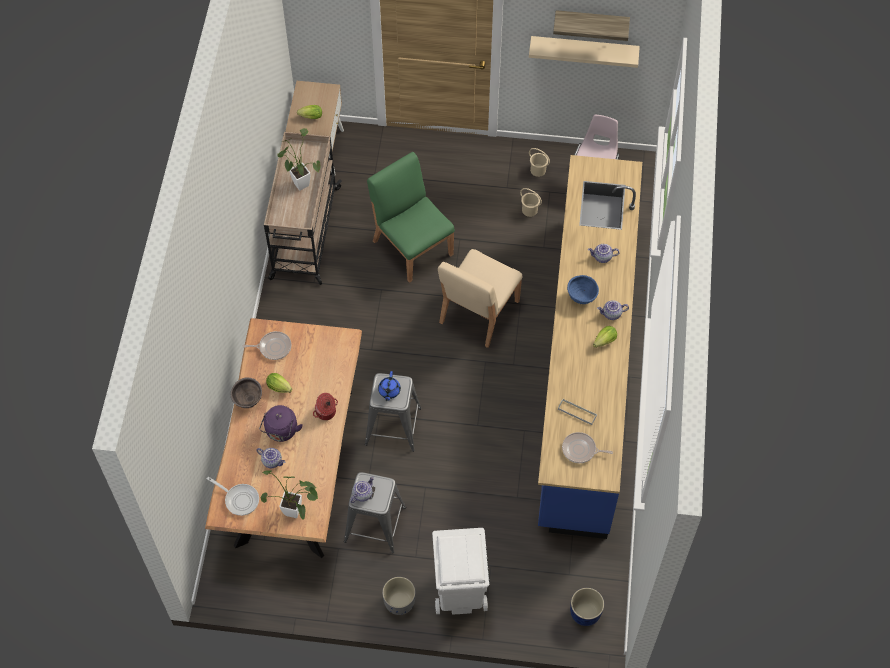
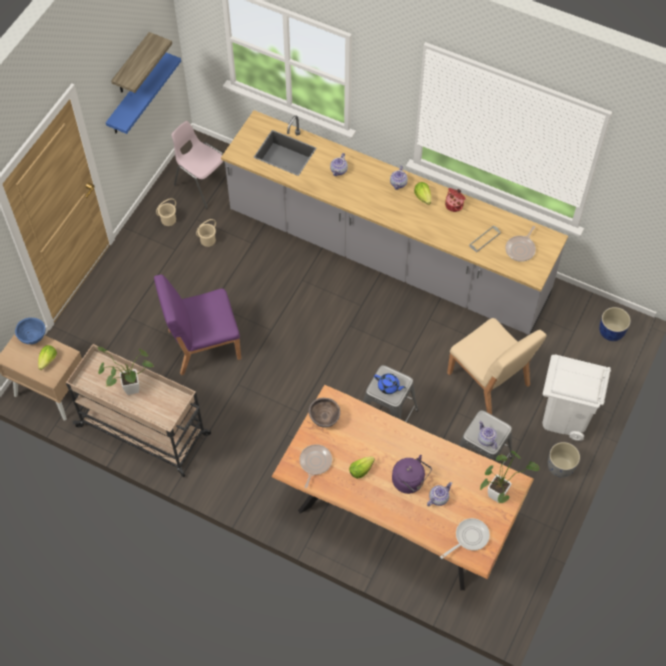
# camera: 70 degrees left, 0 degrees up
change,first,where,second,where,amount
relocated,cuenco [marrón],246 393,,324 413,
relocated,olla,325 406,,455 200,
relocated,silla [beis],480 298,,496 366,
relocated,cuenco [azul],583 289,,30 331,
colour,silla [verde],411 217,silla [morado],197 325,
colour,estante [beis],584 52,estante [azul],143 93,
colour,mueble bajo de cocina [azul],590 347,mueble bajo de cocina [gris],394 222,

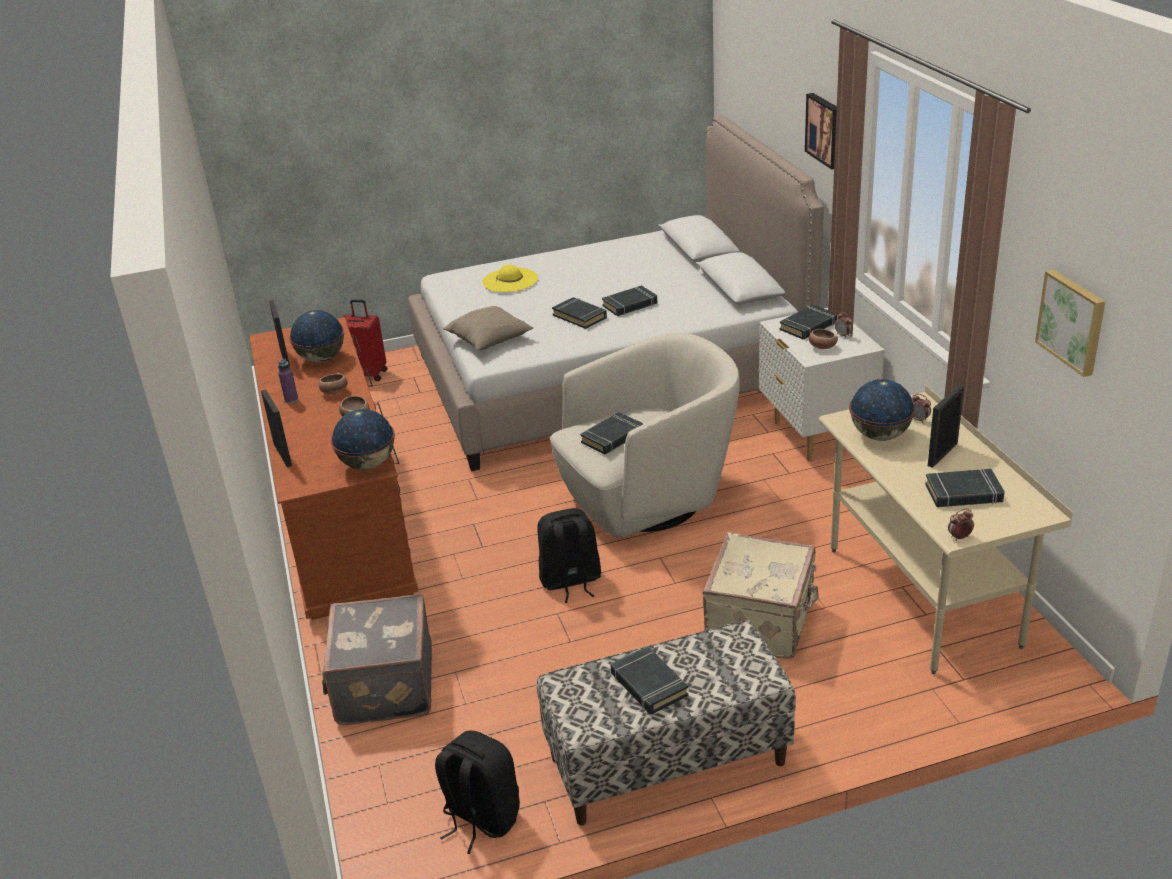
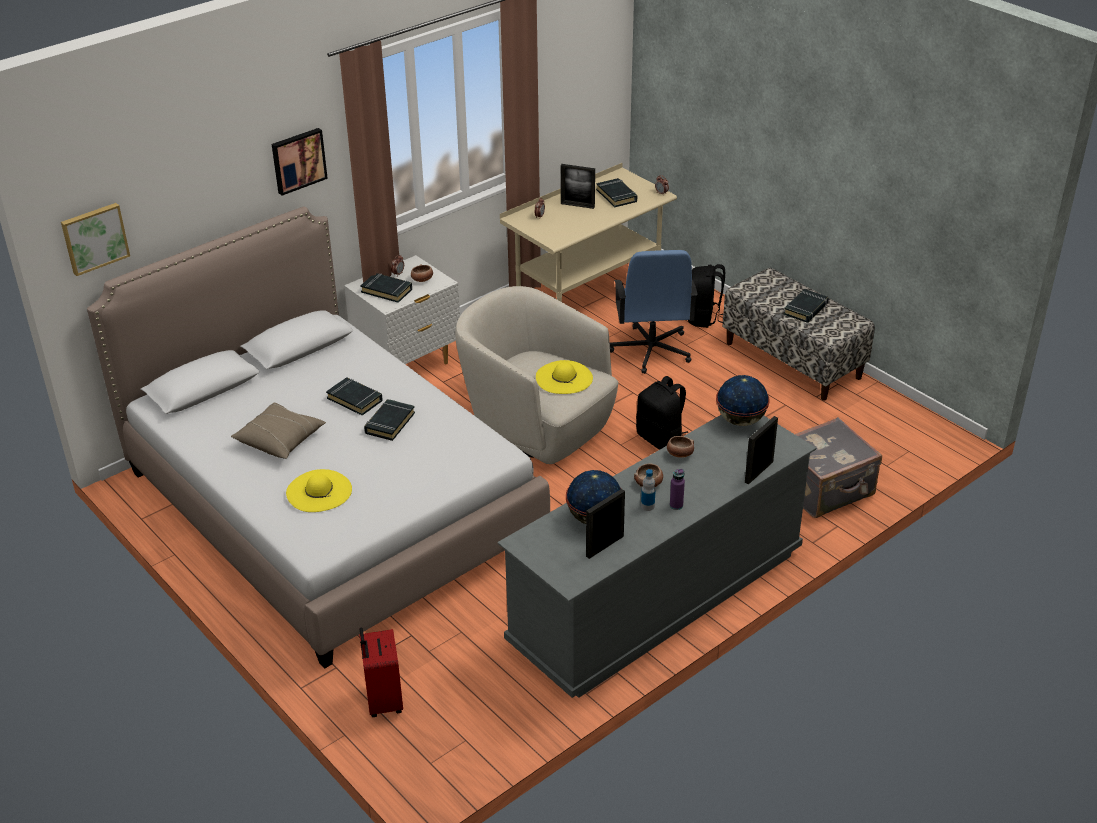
# camera: 115 degrees left, 5 degrees up
change,first,where,second,where,amount
missing,globo terráqueo,882 410,,,
appeared,,,botella,648 490,
relocated,mochila [negro],477 792,,706 296,
relocated,cojín [beis],488 328,,278 431,
relocated,cuadro,1070 323,,95 239,
exchanged,libro [negro],611 433,sombrero [amarillo],564 377,
exchanged,maleta [beis],761 595,silla de oficina [azul],654 312,
colour,cómoda [marrón],333 468,cómoda [gris],657 556,

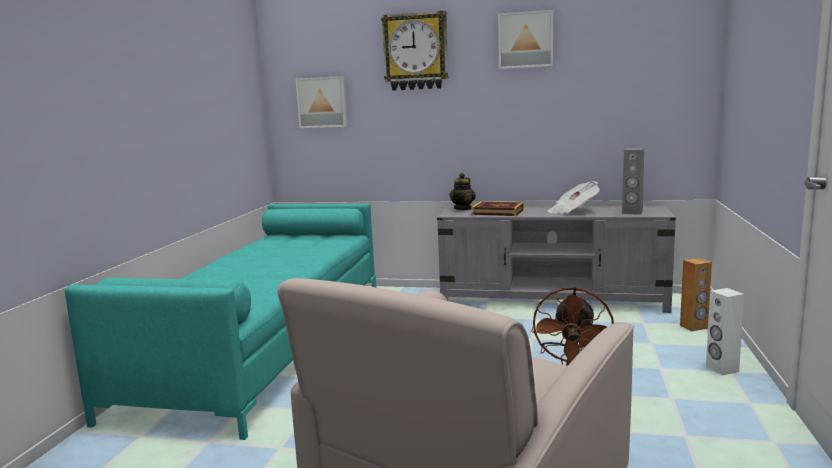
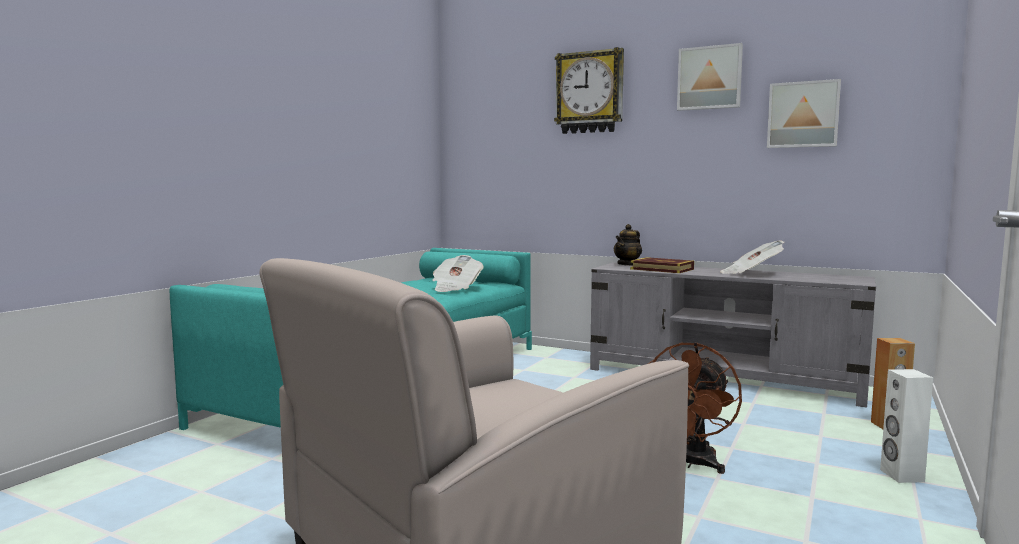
# camera: 15 degrees right, 5 degrees down
change,first,where,second,where,amount
missing,altavoz [gris],633 181,,,
appeared,,,periódico,458 273,
relocated,cuadro,321 102,,804 113,

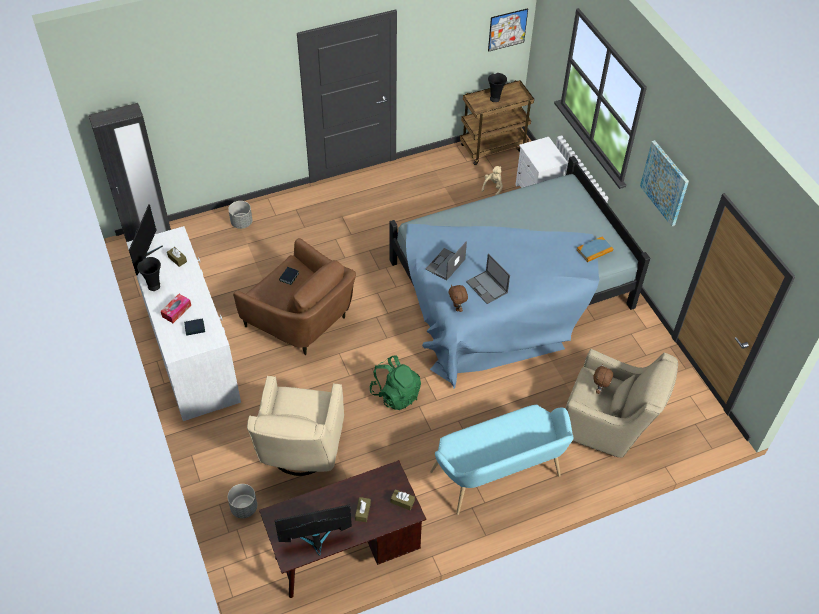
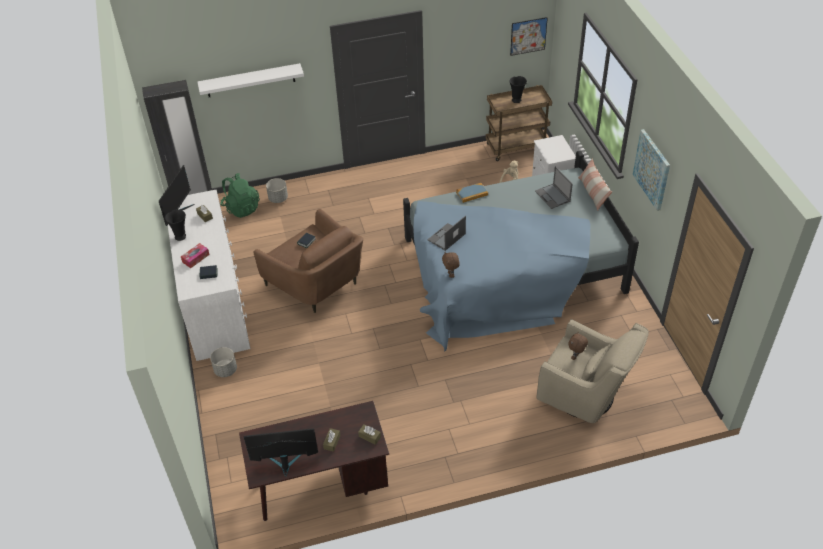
# camera: 10 degrees right, 5 degrees down
change,first,where,second,where,amount
missing,sillón [beis],295 426,,,
missing,banco [turquesa],502 459,,,
appeared,,,estante [blanco],250 80,
appeared,,,cojín,595 185,
relocated,maceta [gris],242 501,,223 362,
relocated,mochila [verde],395 382,,240 195,
relocated,portátil,488 278,,554 187,
relocated,libro,595 249,,472 193,

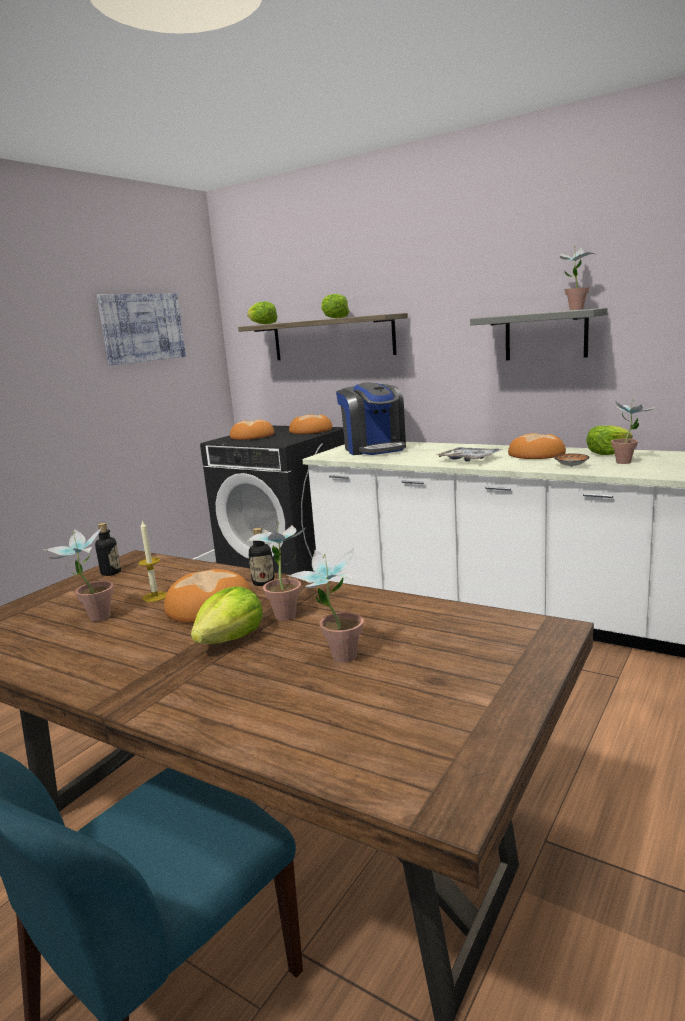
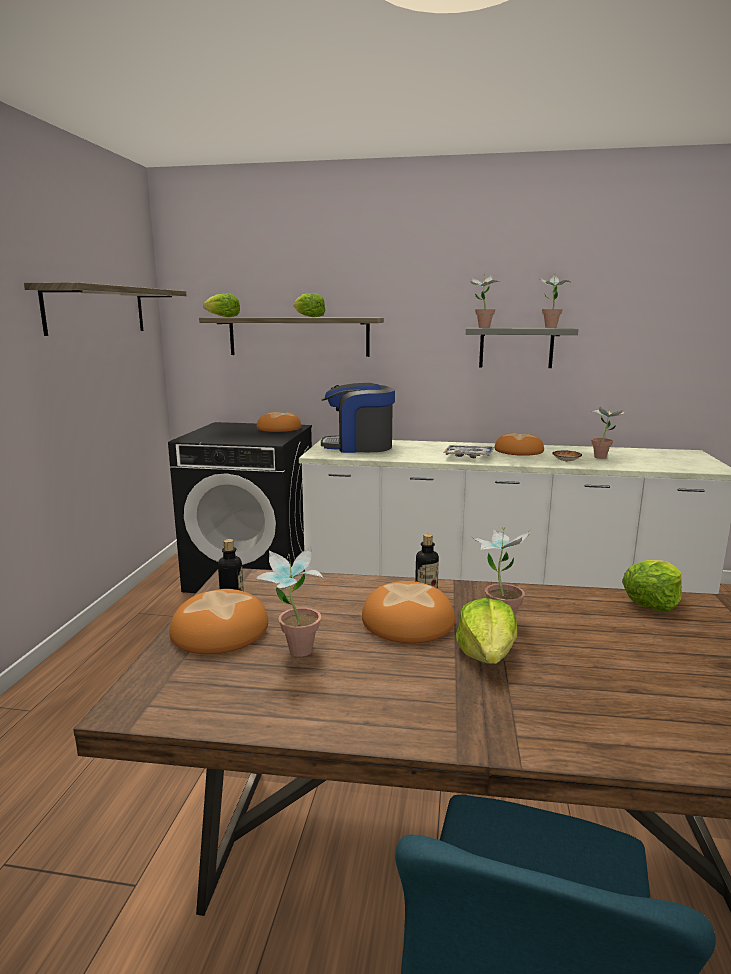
# camera: 25 degrees left, 0 degrees up
change,first,where,second,where,amount
missing,vela,152 561,,,
relocated,pan,252 430,,218 621,
relocated,planta en maceta,325 605,,486 301,
relocated,lechuga,609 440,,652 586,
exchanged,cuadro,141 329,estante,105 309,
spun,cafetera,371 418,,358 418,135 degrees clockwise

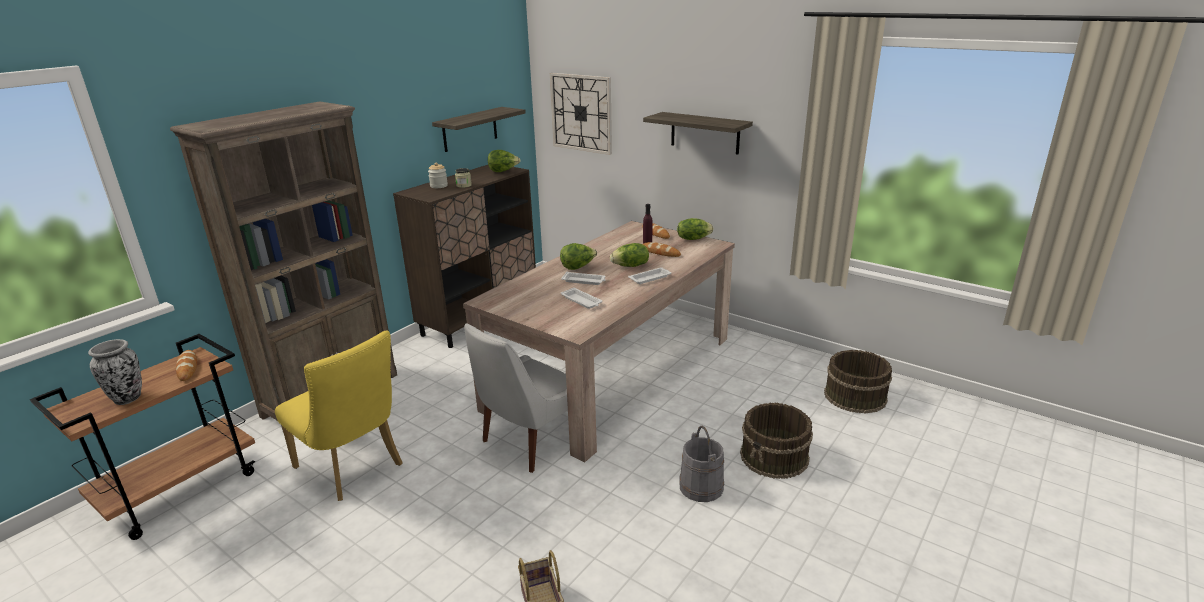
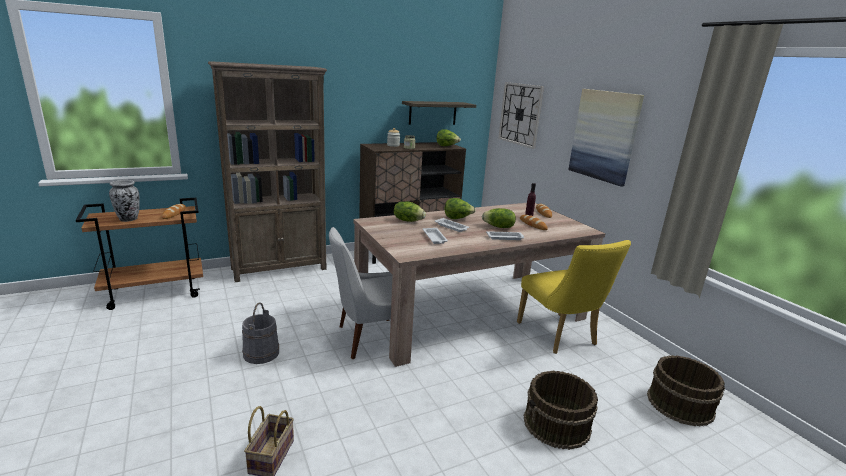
# camera: 25 degrees right, 5 degrees down
change,first,where,second,where,amount
relocated,silla [amarillo],339 416,,574 297,
relocated,lechuga,695 229,,410 211,
relocated,cubo [gris],701 464,,260 333,
exchanged,estante,698 133,cuadro,606 138,

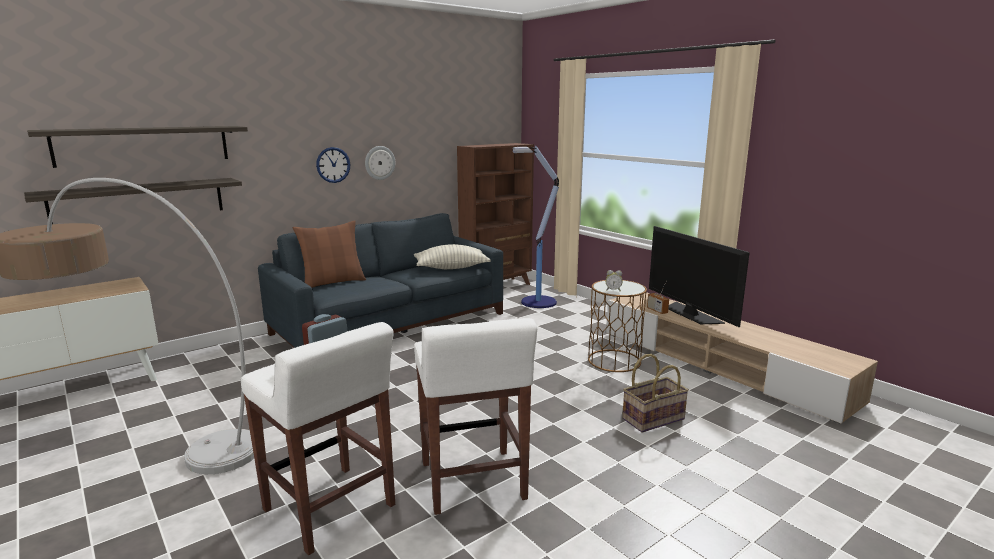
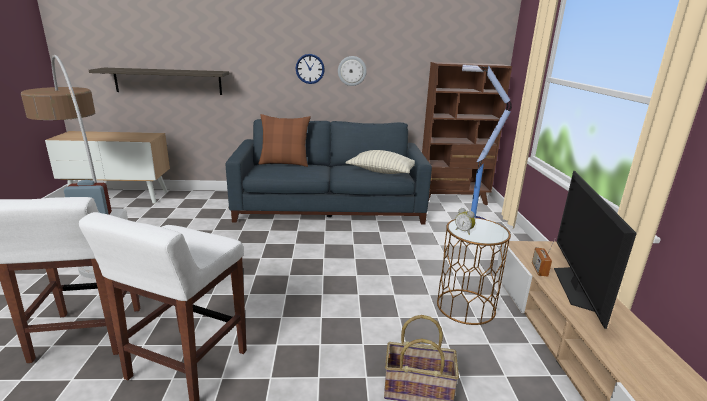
# camera: 35 degrees right, 5 degrees up
change,first,where,second,where,amount
missing,estante,137 147,,,

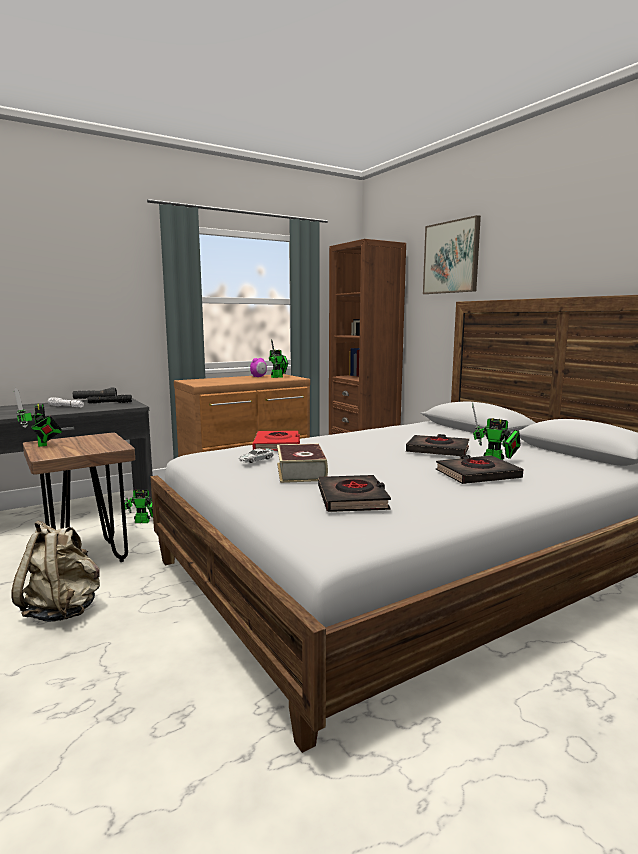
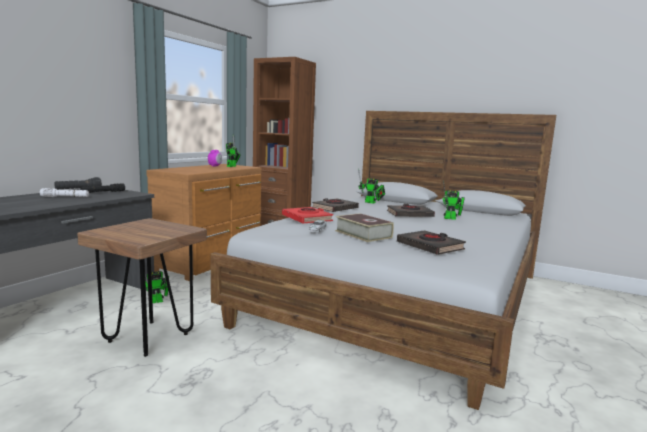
# camera: 30 degrees left, 0 degrees up
change,first,where,second,where,amount
missing,mochila [beis],55 571,,,
missing,cuadro,452 254,,,
relocated,robot de juguete,38 417,,371 186,
relocated,libro [negro],479 469,,335 205,

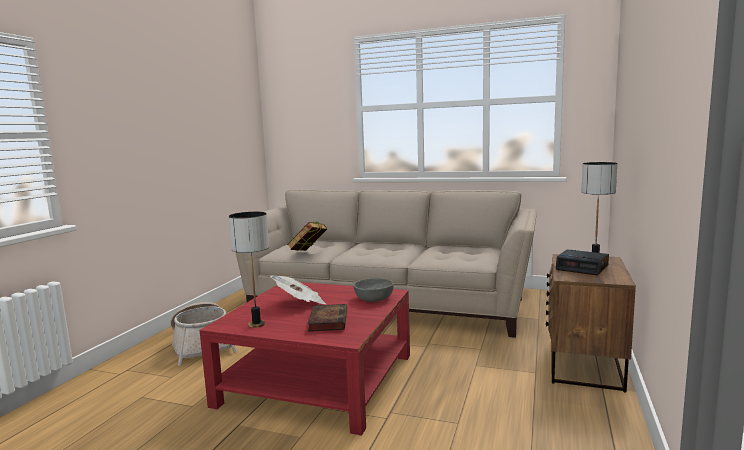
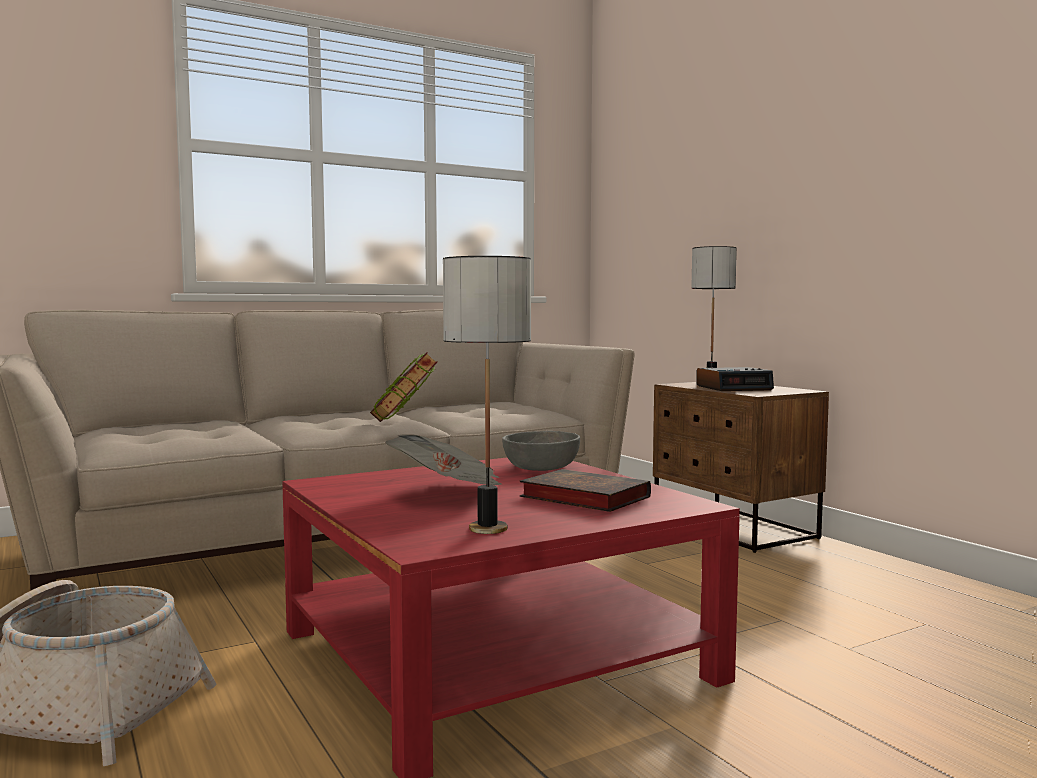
# camera: 50 degrees left, 5 degrees down
change,first,where,second,where,amount
relocated,libro,307 236,,403 387,

